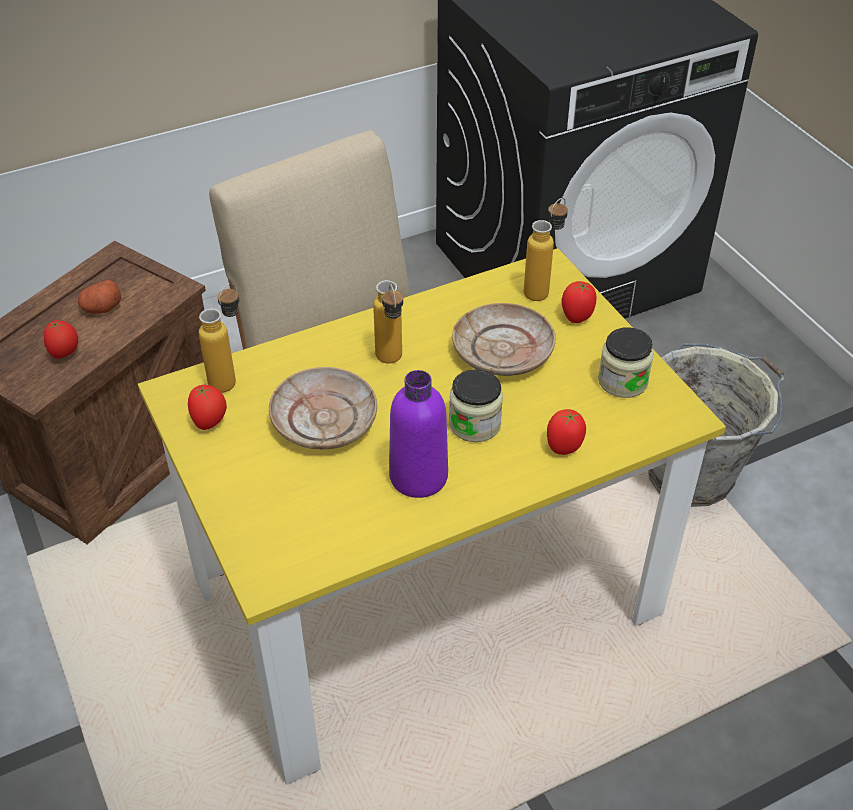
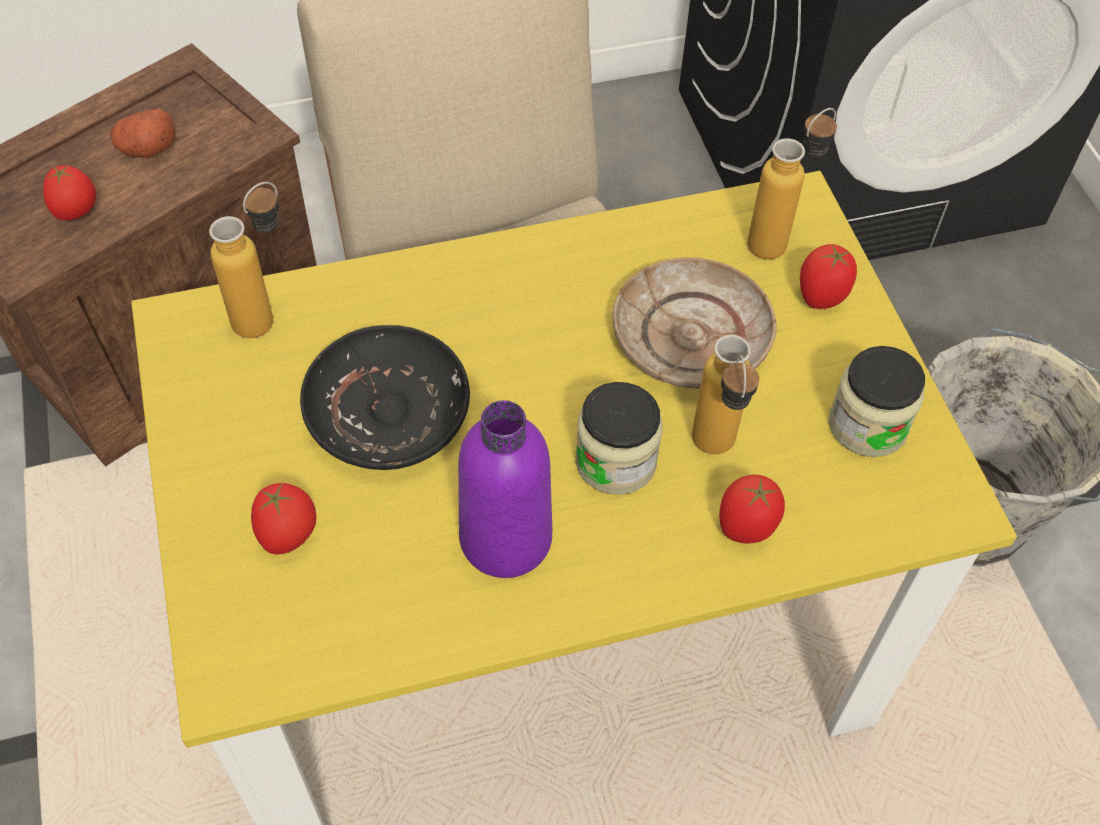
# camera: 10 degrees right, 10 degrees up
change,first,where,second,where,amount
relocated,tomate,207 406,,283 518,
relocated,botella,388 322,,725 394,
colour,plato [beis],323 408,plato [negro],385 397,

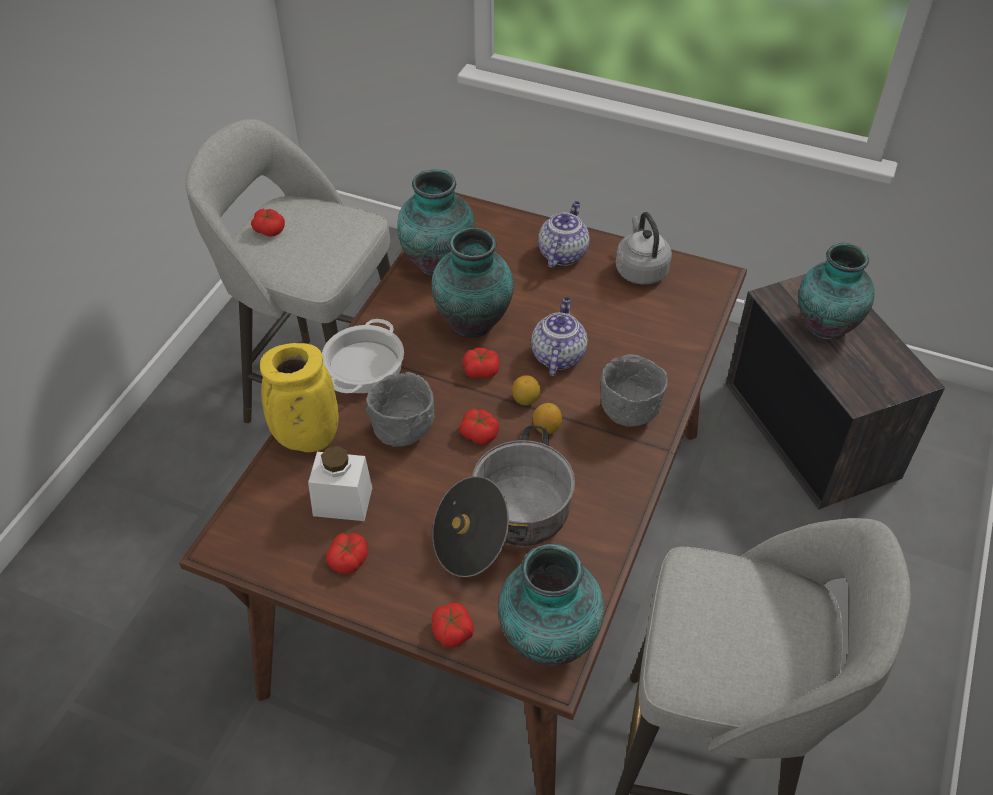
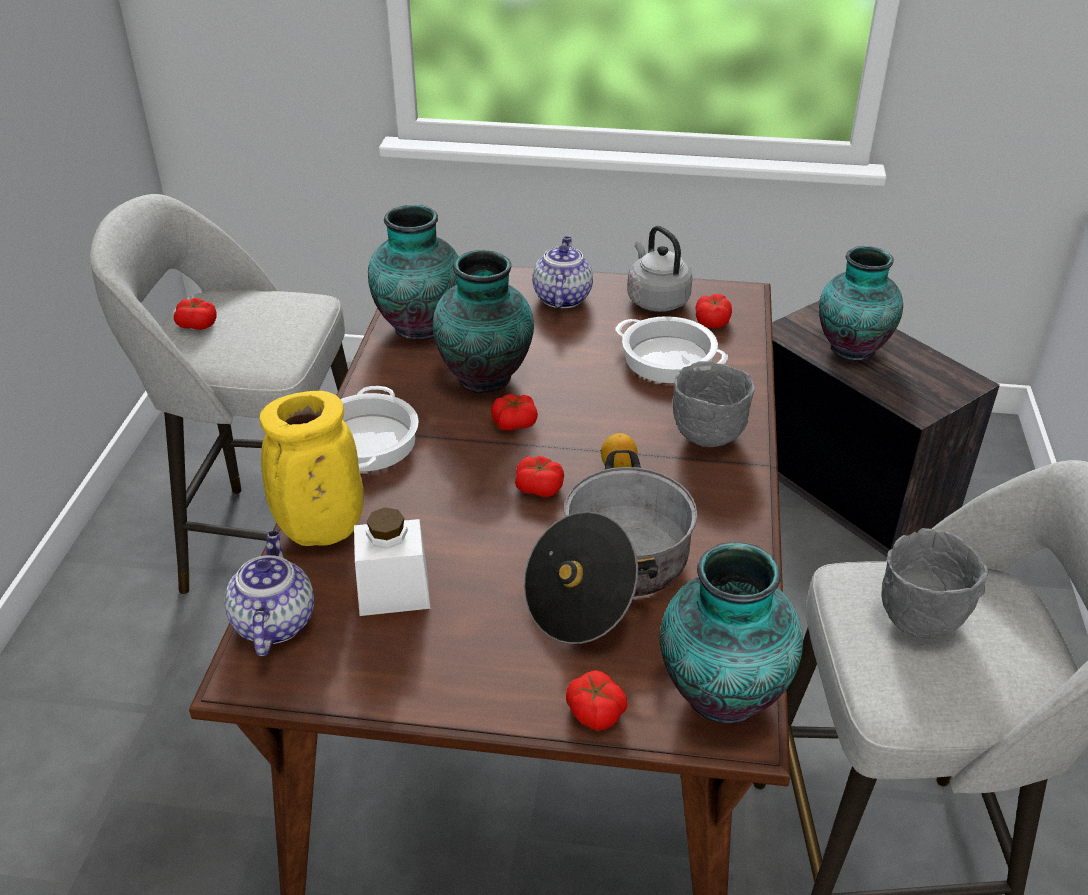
# camera: 15 degrees left, 10 degrees down
change,first,where,second,where,amount
missing,limón,526 390,,,
appeared,,,olla,671 349,
relocated,tomate,347 553,,714 311,
relocated,cuenco [gris],400 409,,934 583,
relocated,tetera,559 336,,269 593,

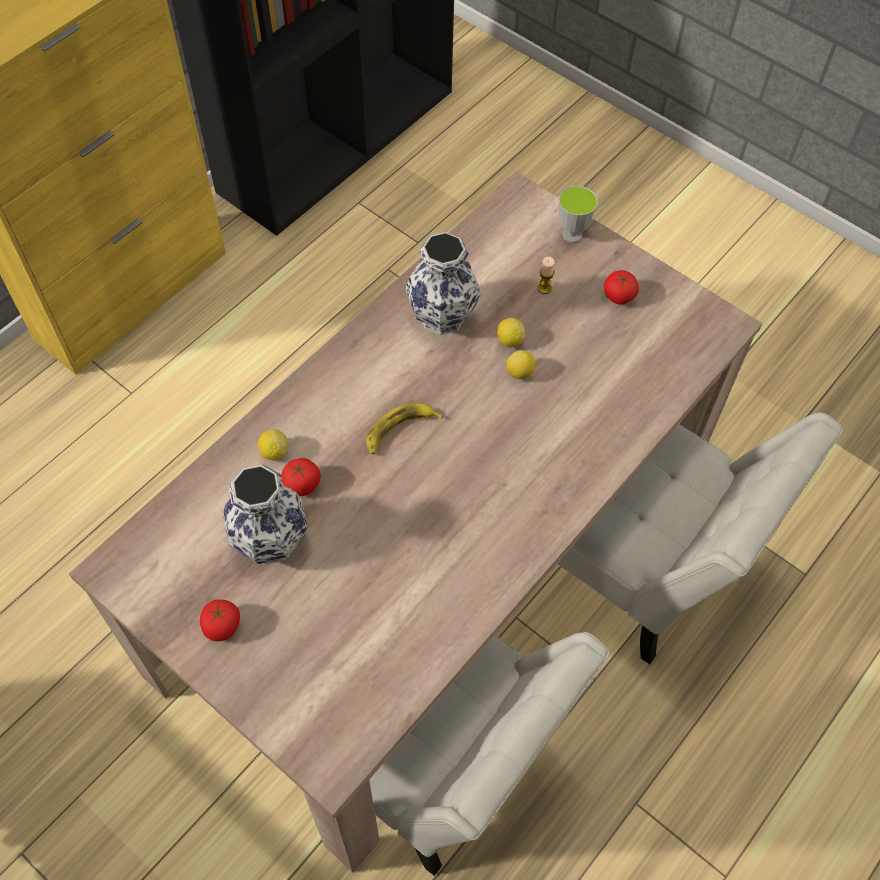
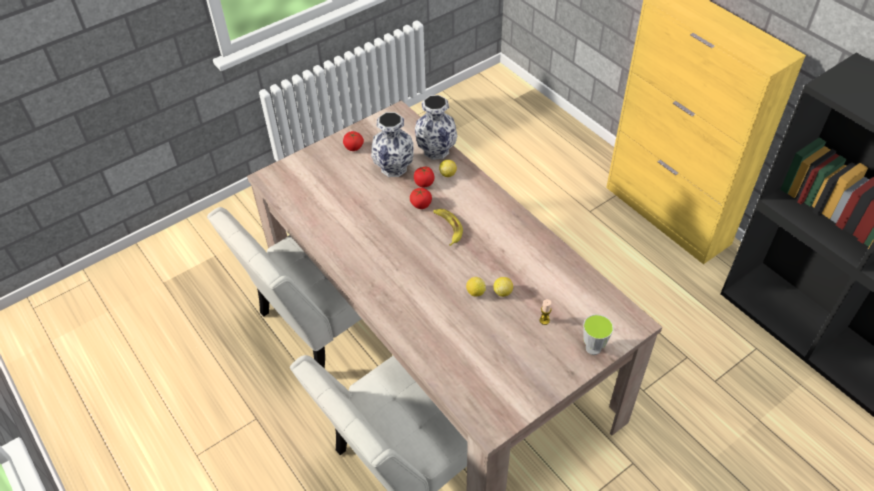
# camera: 105 degrees right, 10 degrees down
change,first,where,second,where,amount
relocated,florero,443 283,,436 127,
relocated,tomate,621 287,,421 198,

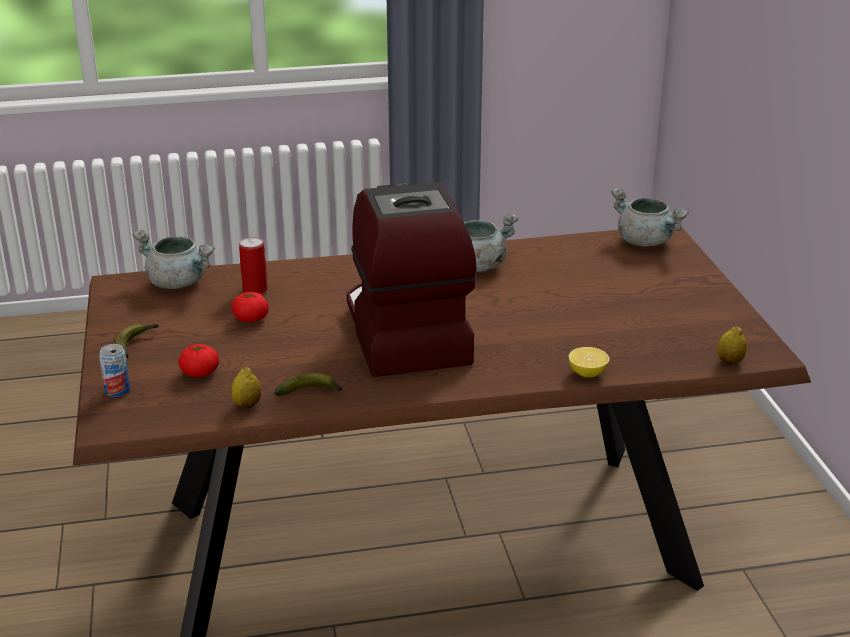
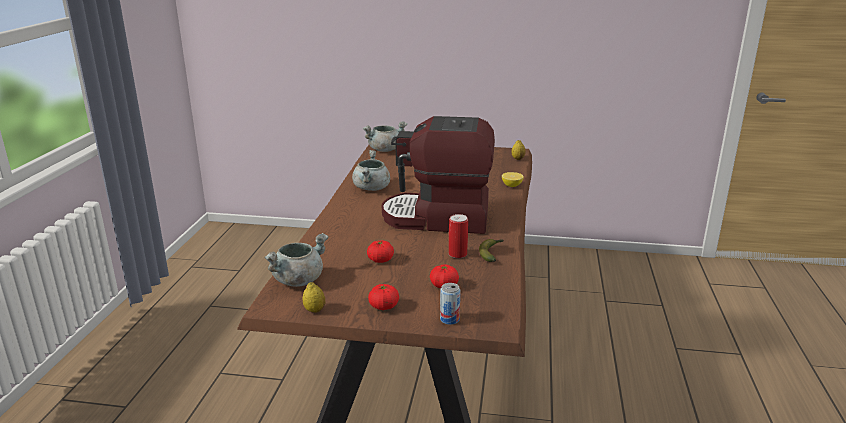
# camera: 70 degrees left, 5 degrees down
change,first,where,second,where,amount
relocated,limón,246 388,,314 297,
relocated,lata,253 265,,458 236,
exchanged,plátano,136 340,tomate,383 297,

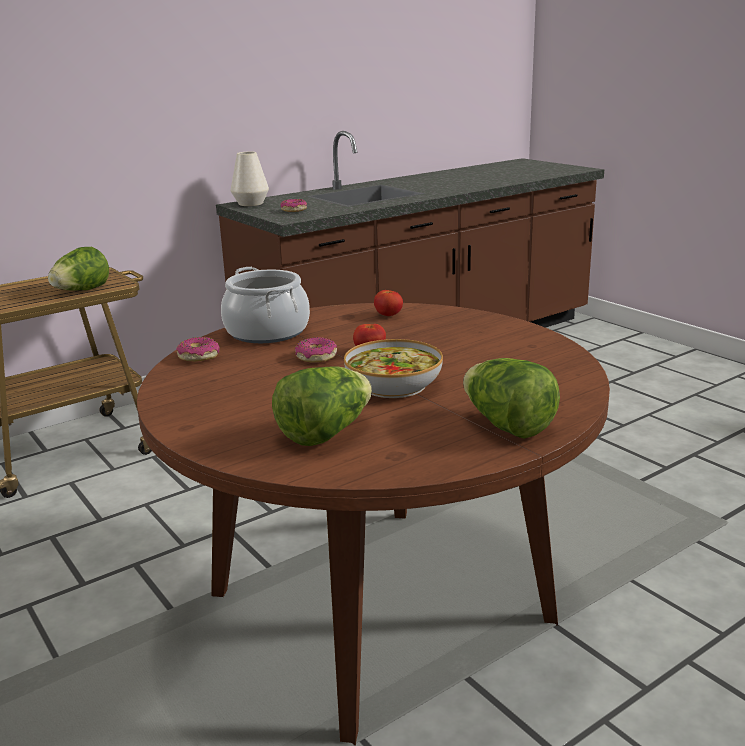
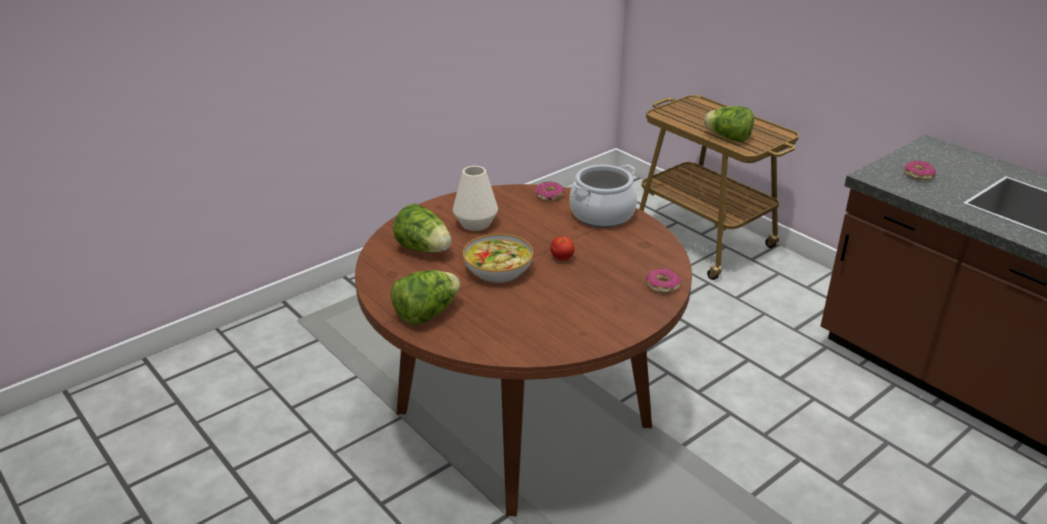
# camera: 85 degrees right, 10 degrees up
change,first,where,second,where,amount
missing,tomate,388 303,,,
relocated,florero [blanco],250 179,,475 198,
relocated,rosquilla,316 350,,663 280,

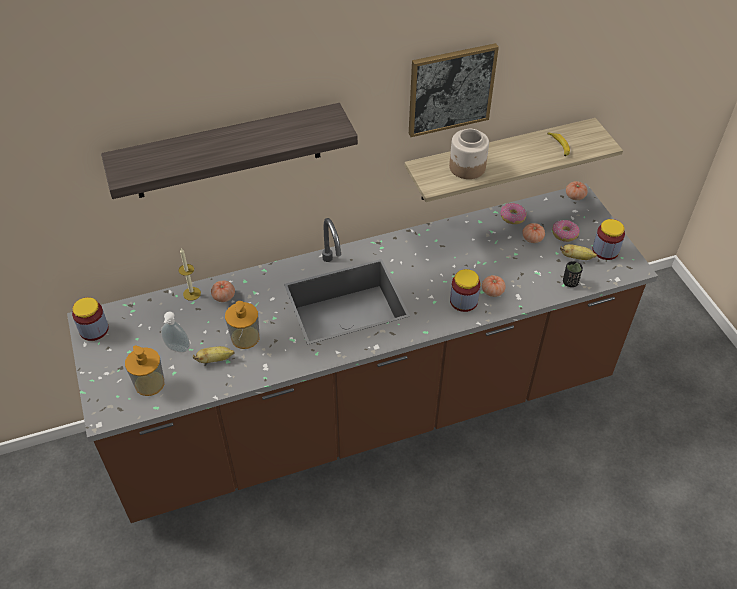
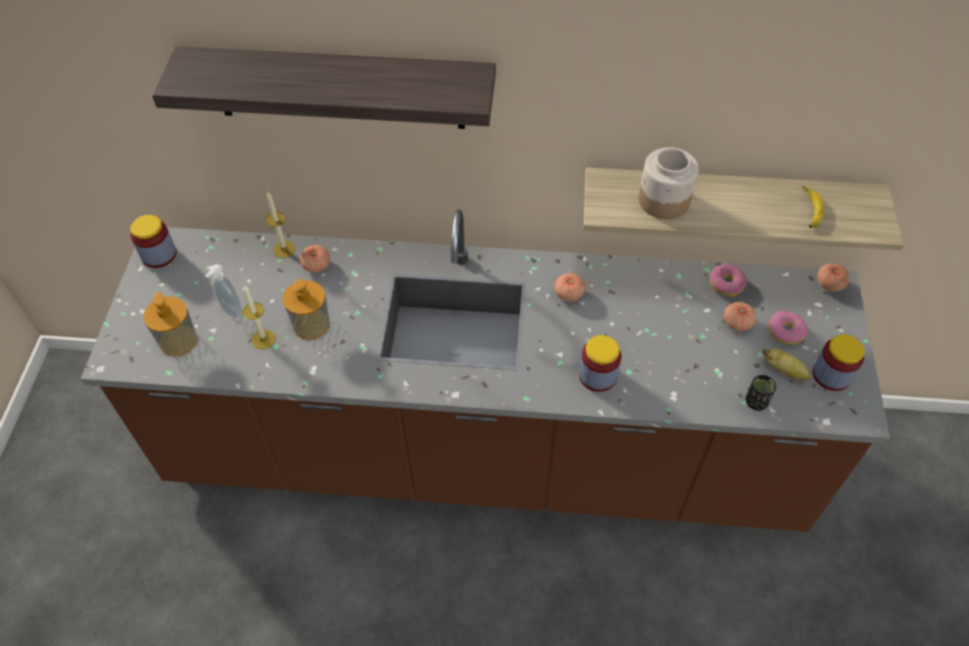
# camera: 25 degrees right, 5 degrees up
change,first,where,second,where,amount
missing,cuadro,454 90,,,
relocated,tomate,494 286,,569 287,
exchanged,plátano,213 354,vela,259 317,

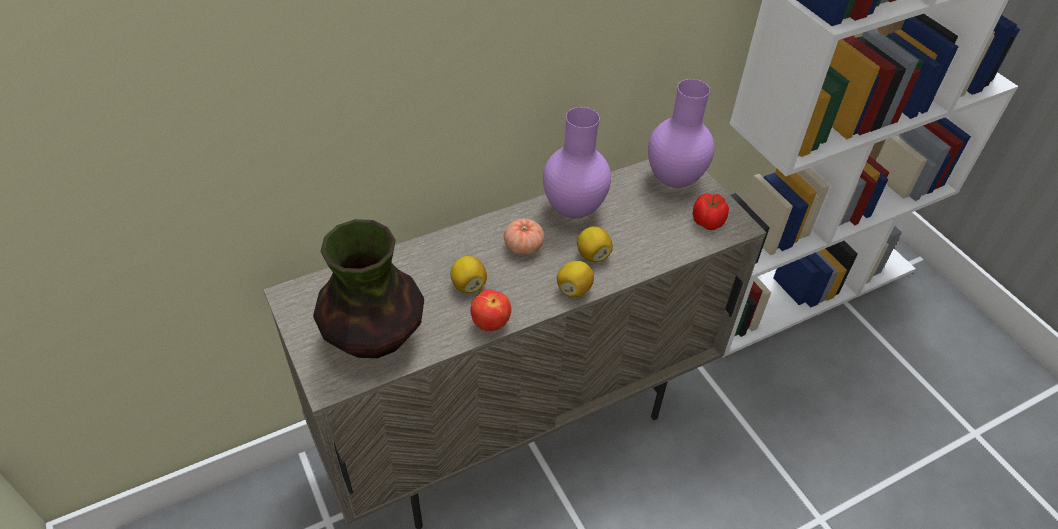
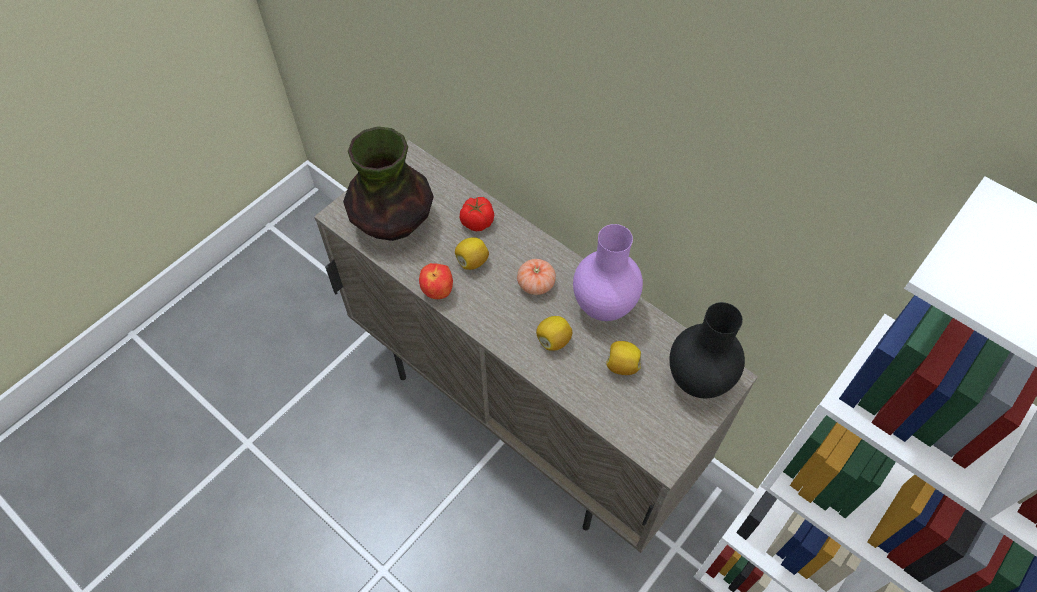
# camera: 70 degrees right, 10 degrees up
change,first,where,second,where,amount
relocated,limón,575 279,,623 358,
relocated,tomate,711 211,,477 214,
colour,florero [morado],681 133,florero [negro],707 350,

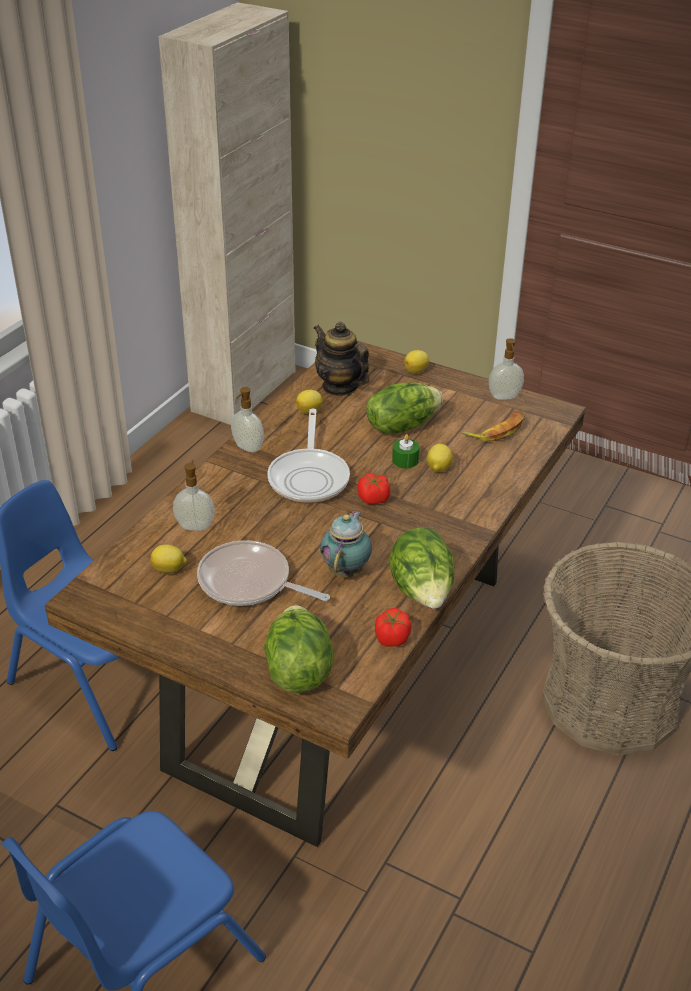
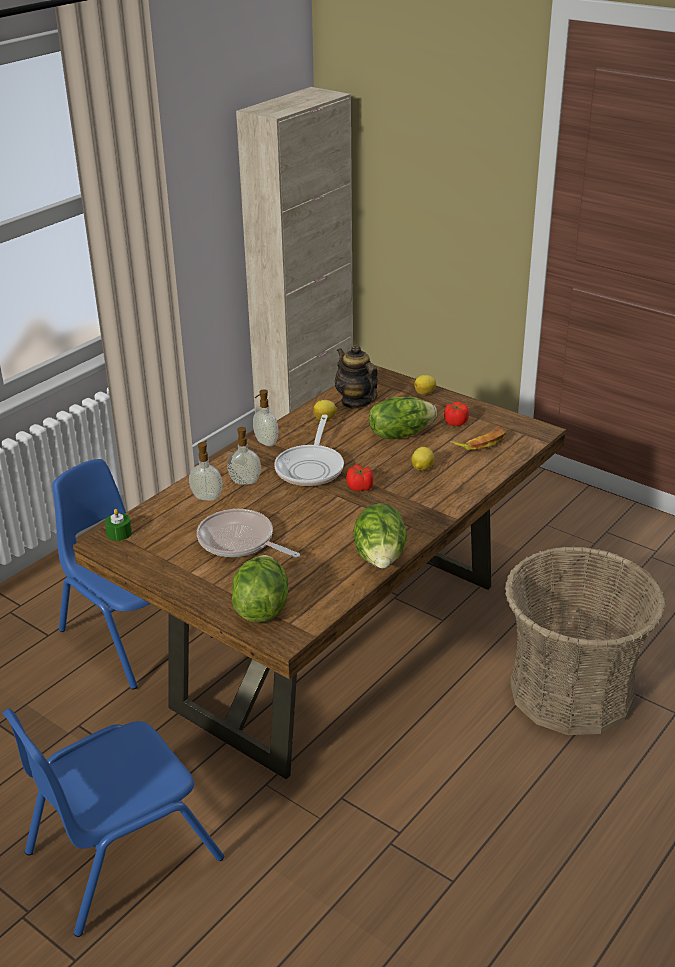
# camera: 10 degrees right, 5 degrees down
change,first,where,second,where,amount
missing,limón,168 559,,,
missing,tetera,346 543,,,
relocated,tomate,393 627,,456 414,
relocated,vela [verde],405 451,,118 525,
relocated,dispensador de jabón,506 369,,244 456,

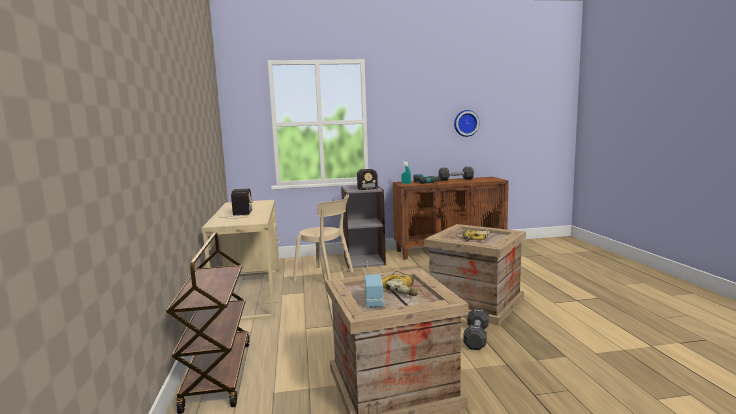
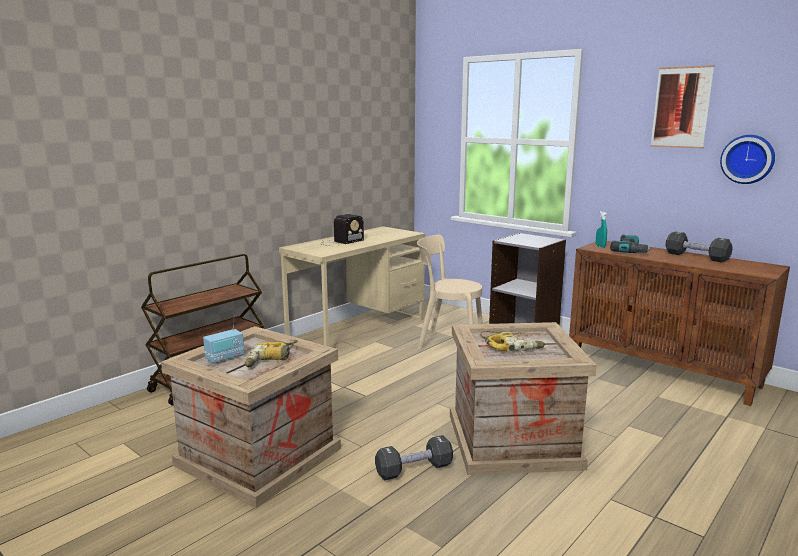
# camera: 50 degrees right, 5 degrees up
change,first,where,second,where,amount
missing,radio,363 180,,,
appeared,,,cuadro,682 107,
spun,silla [beis],323 237,,450 292,120 degrees clockwise

